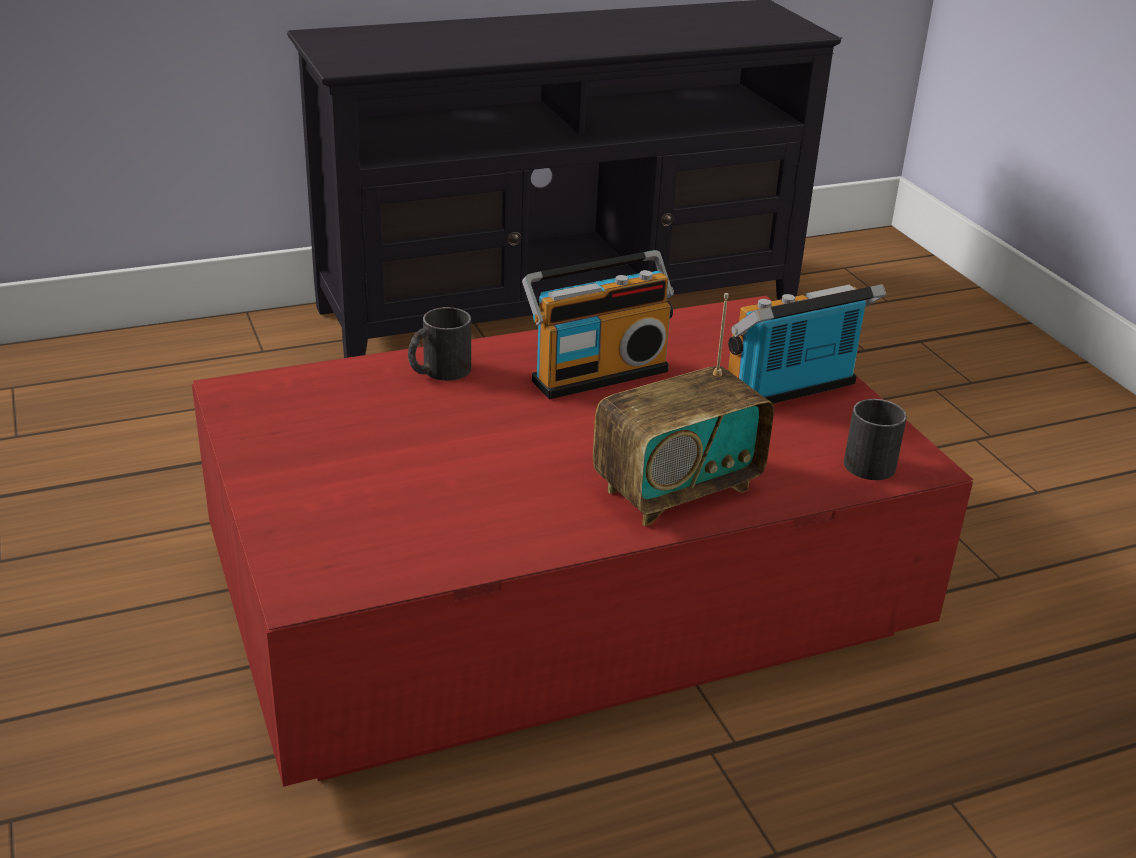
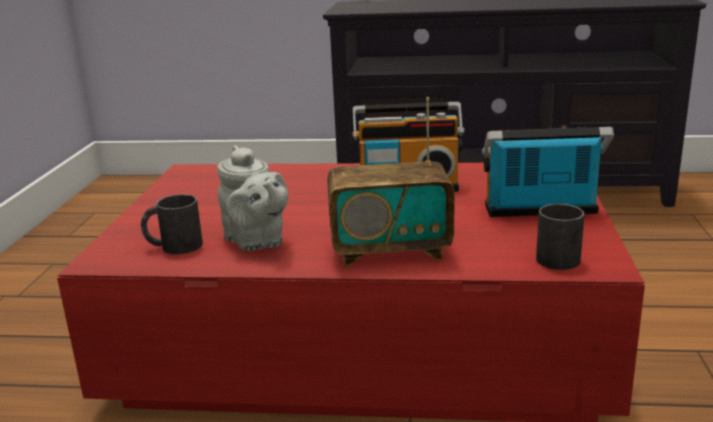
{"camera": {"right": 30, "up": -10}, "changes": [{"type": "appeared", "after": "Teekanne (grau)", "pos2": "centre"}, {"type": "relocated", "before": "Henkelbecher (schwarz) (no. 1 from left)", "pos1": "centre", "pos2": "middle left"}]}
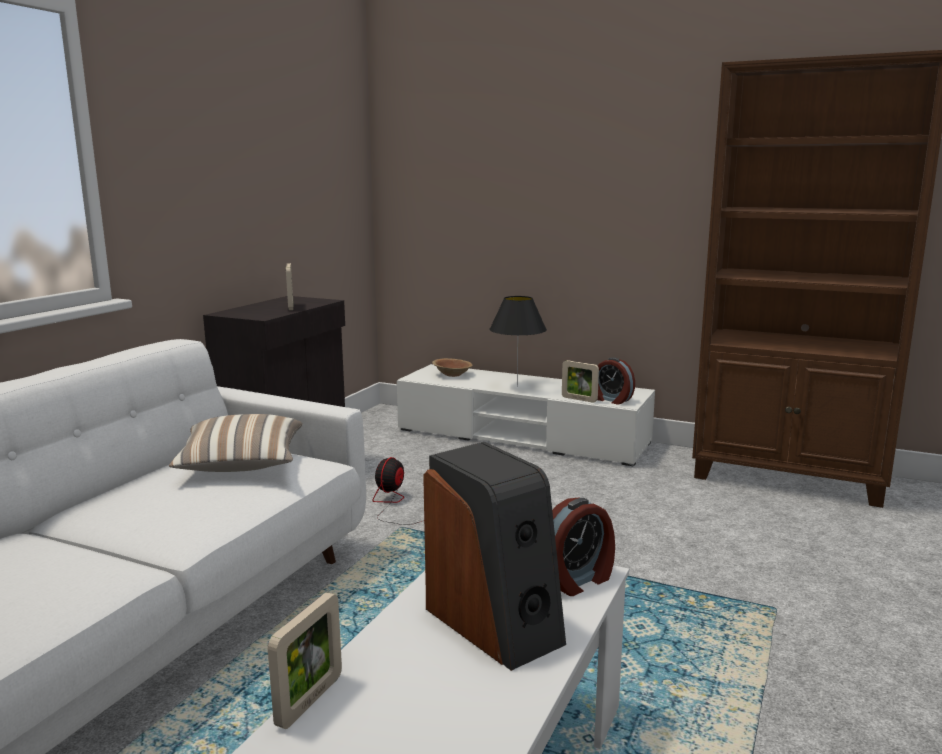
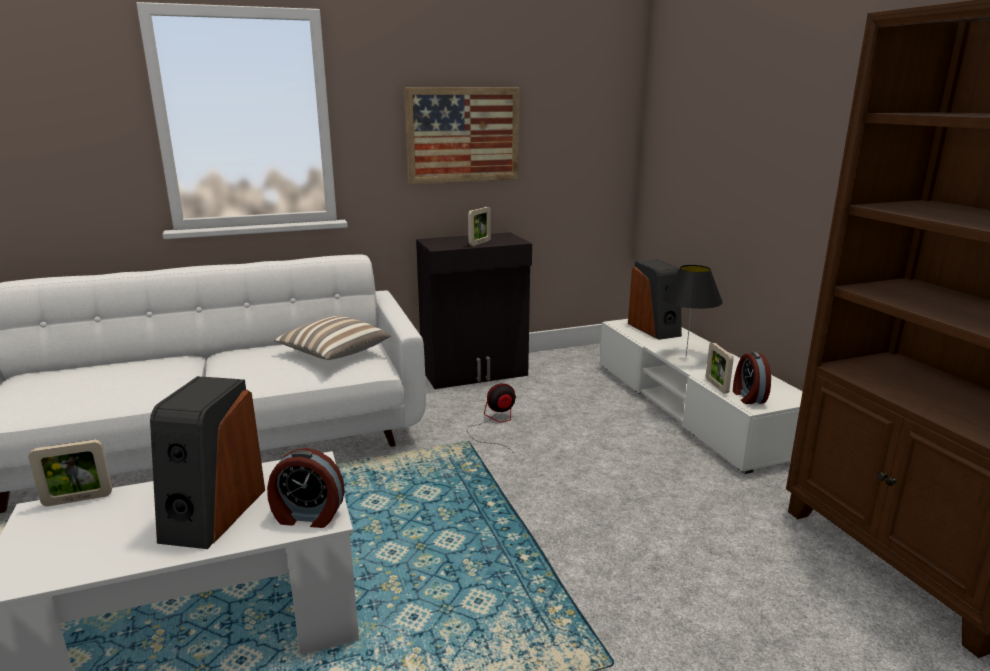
{"camera": {"right": 45, "up": 5}, "changes": [{"type": "appeared", "after": "Bild", "pos2": "top centre"}, {"type": "exchanged", "before": "Schüssel (braun)", "after": "Lautsprecher (no. 2 from left)", "pos1": "centre", "pos2": "centre"}]}
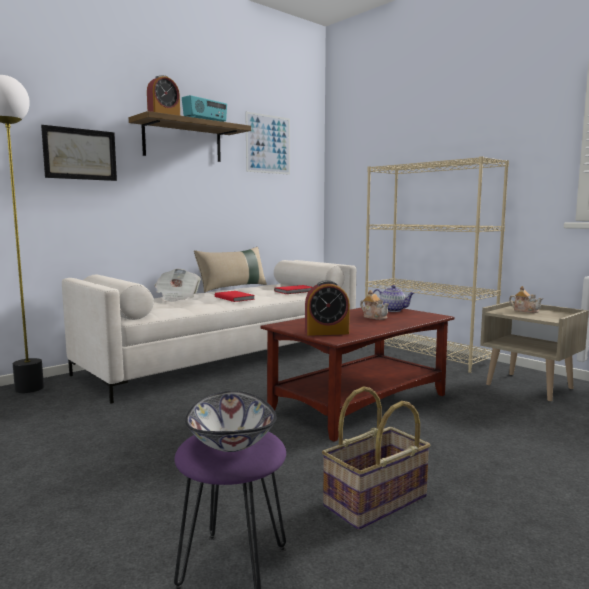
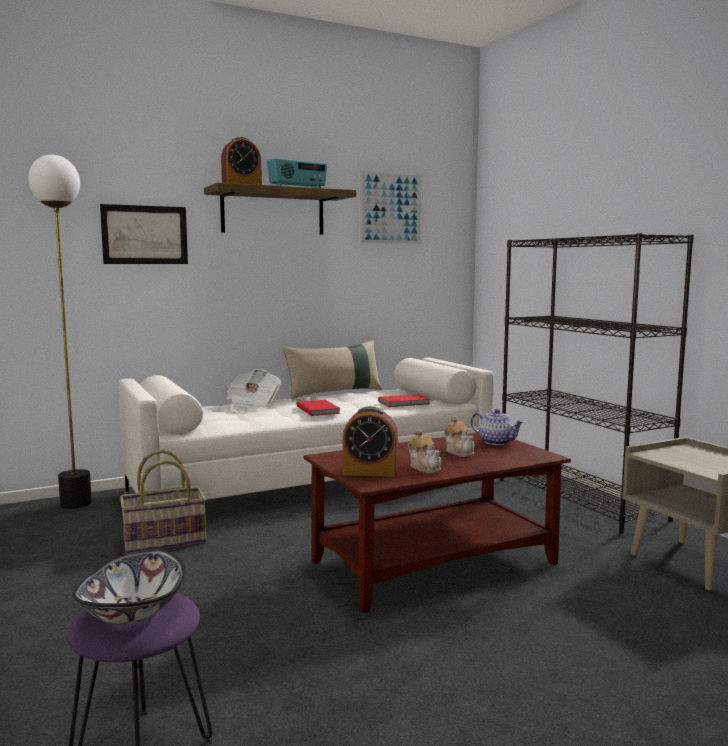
{"camera": {"right": 15, "up": 0}, "changes": [{"type": "relocated", "before": "Korb", "pos1": "bottom centre", "pos2": "bottom left"}, {"type": "relocated", "before": "Teekanne (no. 3 from left in the first image)", "after": "Teekanne (no. 1 from left)", "pos1": "middle right", "pos2": "centre"}, {"type": "colour", "before": "Bücherregal (beige)", "after": "Bücherregal (schwarz)", "pos1": "middle right", "pos2": "middle right"}]}
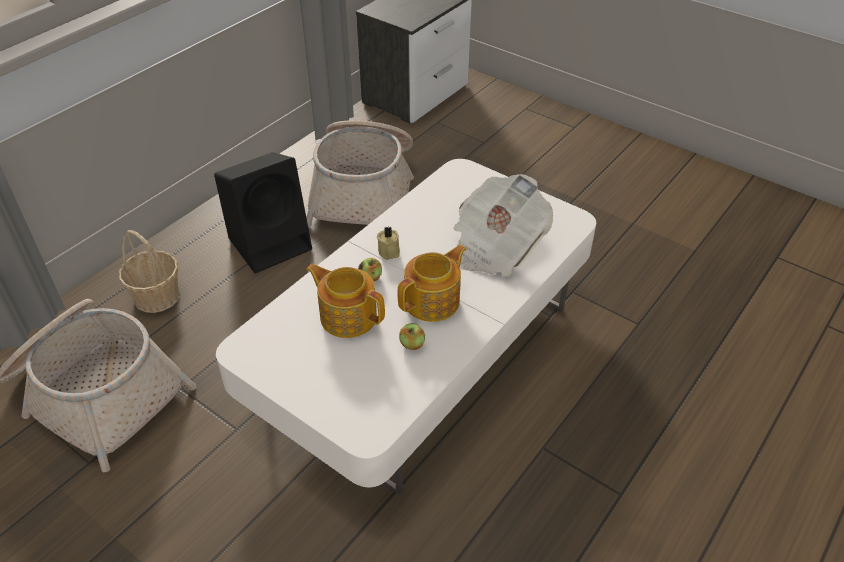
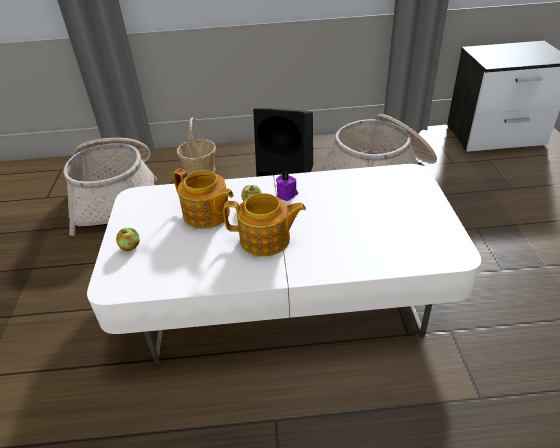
{"camera": {"right": 50, "up": -5}, "changes": [{"type": "missing", "before": "Zeitung", "pos1": "centre"}, {"type": "relocated", "before": "Apfel (no. 2 from left in the first image)", "after": "Apfel (no. 1 from left)", "pos1": "centre", "pos2": "middle left"}, {"type": "colour", "before": "Kerze (beige)", "after": "Kerze (lila)", "pos1": "centre", "pos2": "centre"}, {"type": "spun", "before": "Teekanne (no. 1 from left)", "pos1": "centre", "pos2": "centre", "turn": 135}]}
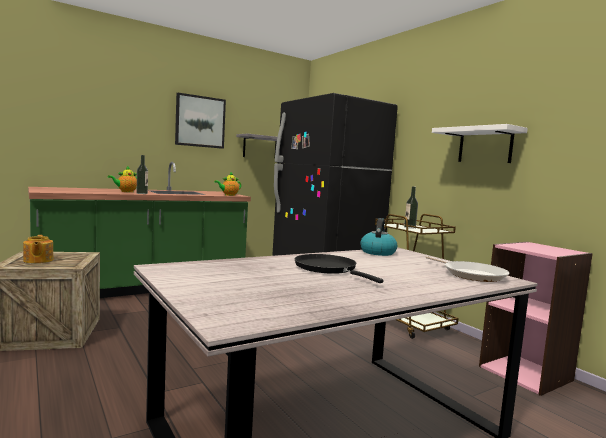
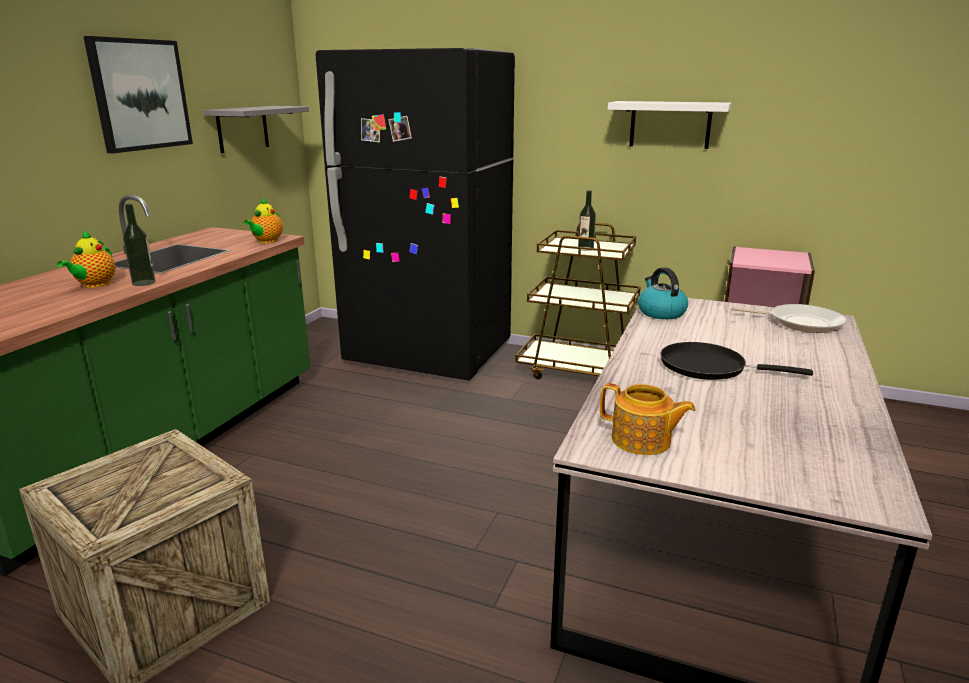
{"camera": {"right": -35, "up": 15}, "changes": [{"type": "relocated", "before": "Teekanne (no. 1 from left in the first image)", "after": "Teekanne (no. 3 from left)", "pos1": "middle left", "pos2": "middle right"}]}
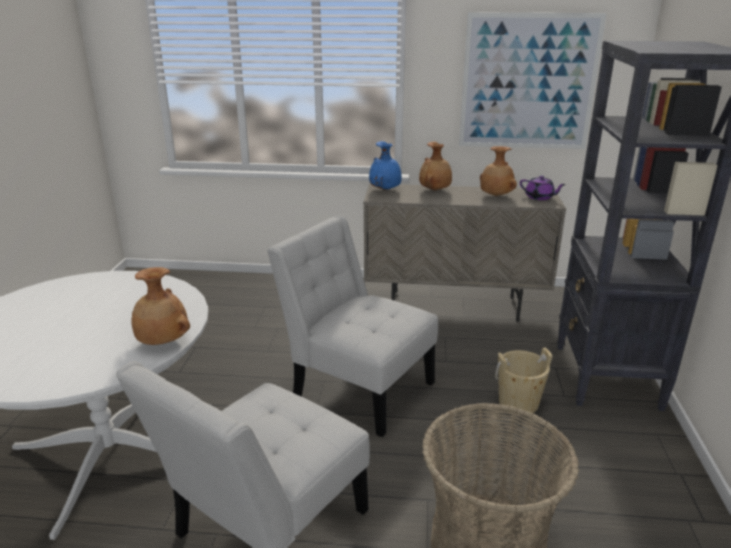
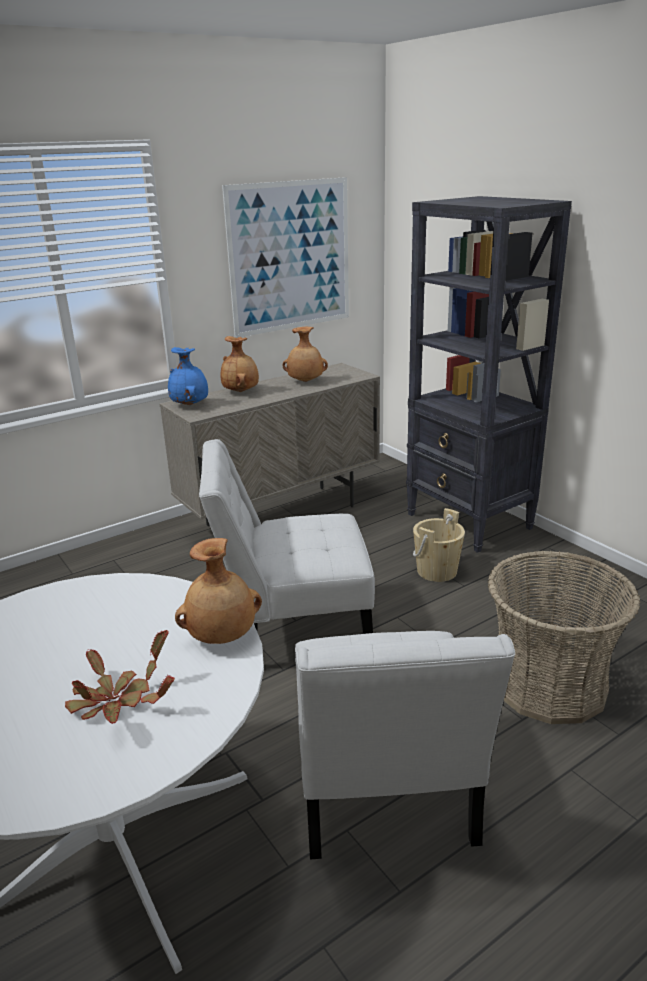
{"camera": {"right": -40, "up": 0}, "changes": [{"type": "missing", "before": "Teekanne (lila)", "pos1": "middle right"}, {"type": "appeared", "after": "Topfpflanze", "pos2": "bottom left"}]}
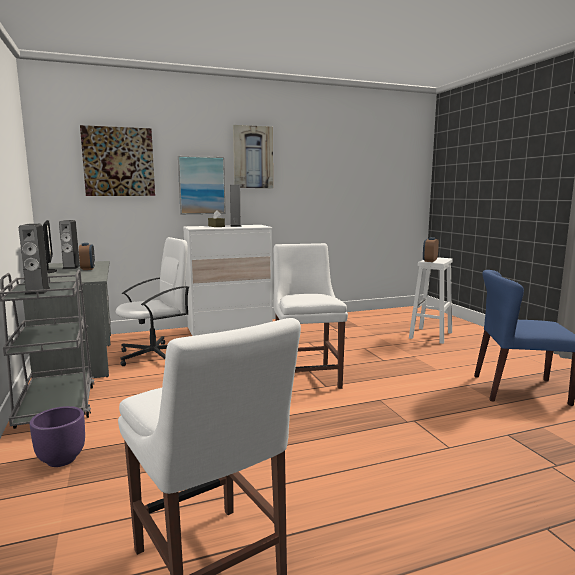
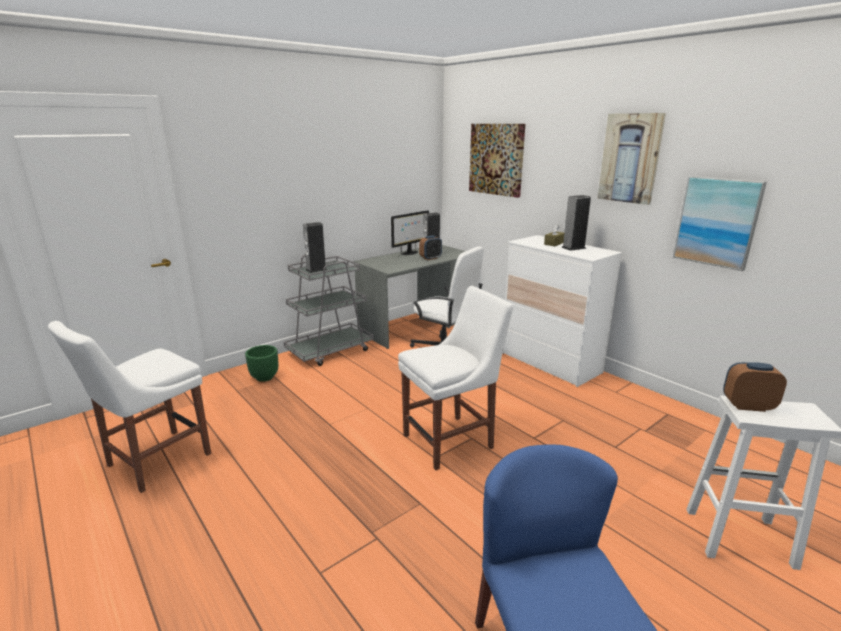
{"camera": {"right": 70, "up": 10}, "changes": [{"type": "relocated", "before": "Bild (no. 2 from left in the first image)", "after": "Bild (no. 3 from left)", "pos1": "top centre", "pos2": "middle right"}, {"type": "colour", "before": "Pflanzkübel (lila)", "after": "Pflanzkübel (grün)", "pos1": "bottom left", "pos2": "middle left"}]}
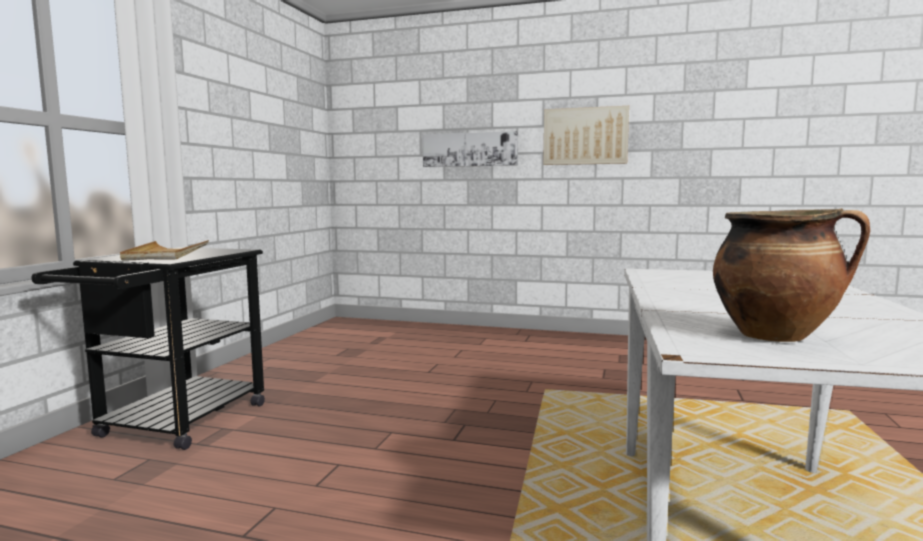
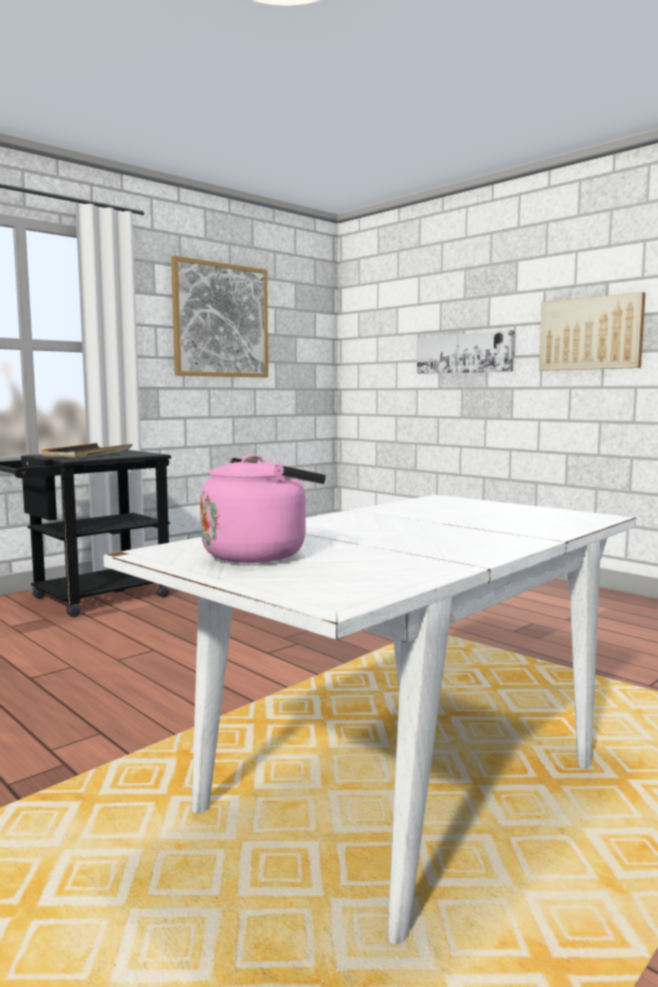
{"camera": {"right": 30, "up": 0}, "changes": [{"type": "appeared", "after": "Bild (no. 1 from left)", "pos2": "top left"}, {"type": "exchanged", "before": "Kochtopf", "after": "Wasserkessel (rosa)", "pos1": "middle right", "pos2": "centre"}, {"type": "colour", "before": "Tablett (beige)", "after": "Tablett (schwarz)", "pos1": "middle left", "pos2": "middle left"}]}
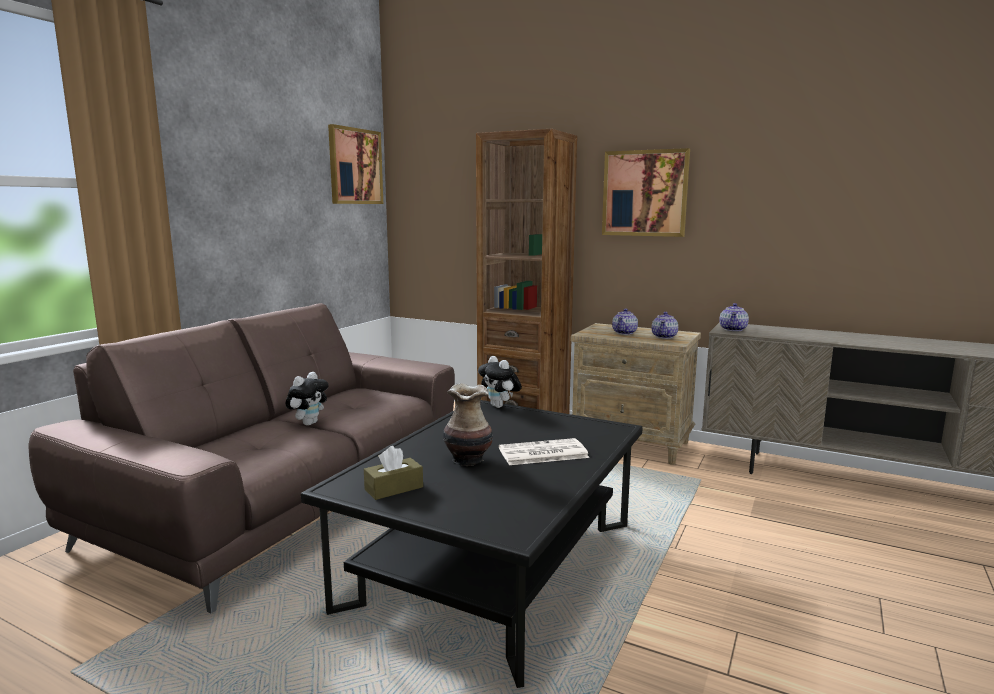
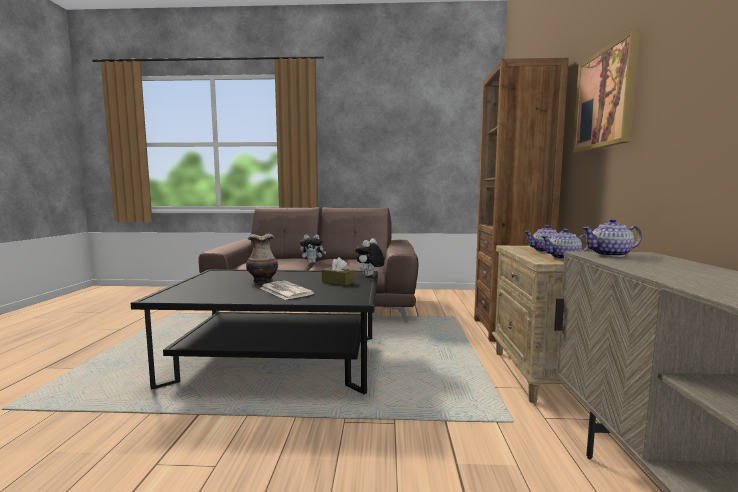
{"camera": {"right": 65, "up": -5}, "changes": [{"type": "missing", "before": "Bild (no. 1 from left)", "pos1": "top centre"}, {"type": "relocated", "before": "Taschentuchbox (braun)", "pos1": "bottom centre", "pos2": "centre"}]}
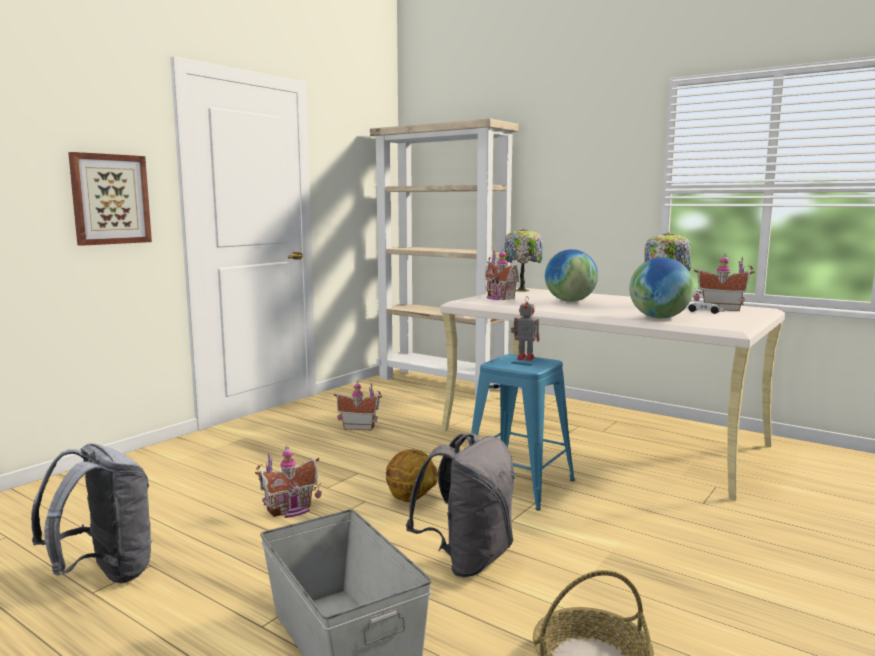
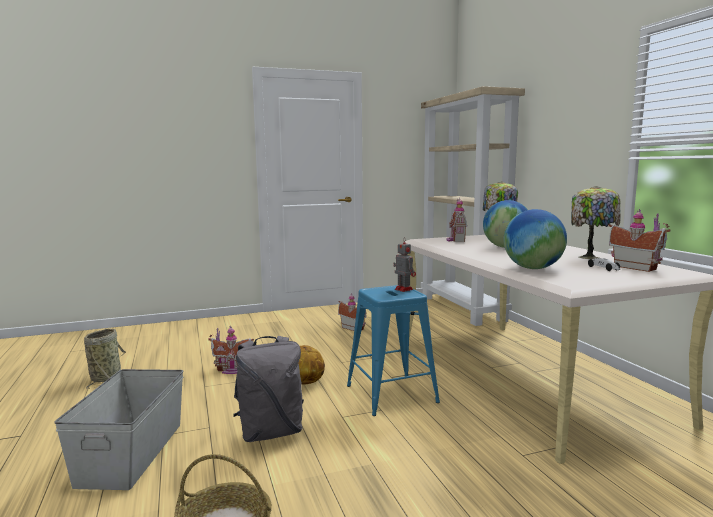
{"camera": {"right": 35, "up": 0}, "changes": [{"type": "missing", "before": "Bild", "pos1": "top left"}, {"type": "exchanged", "before": "Rucksack (grau) (no. 1 from left)", "after": "Korb (no. 1 from left)", "pos1": "bottom left", "pos2": "bottom left"}]}
